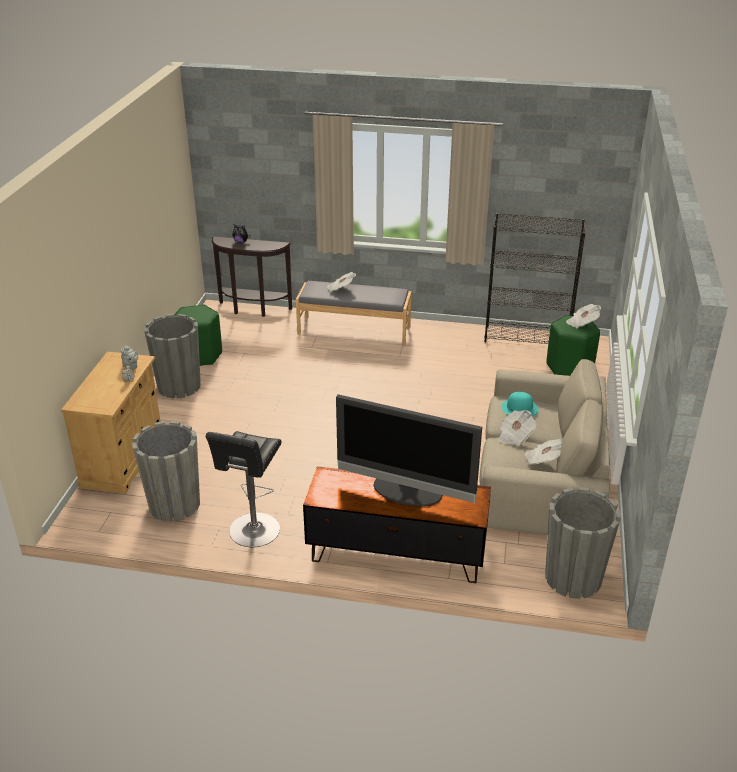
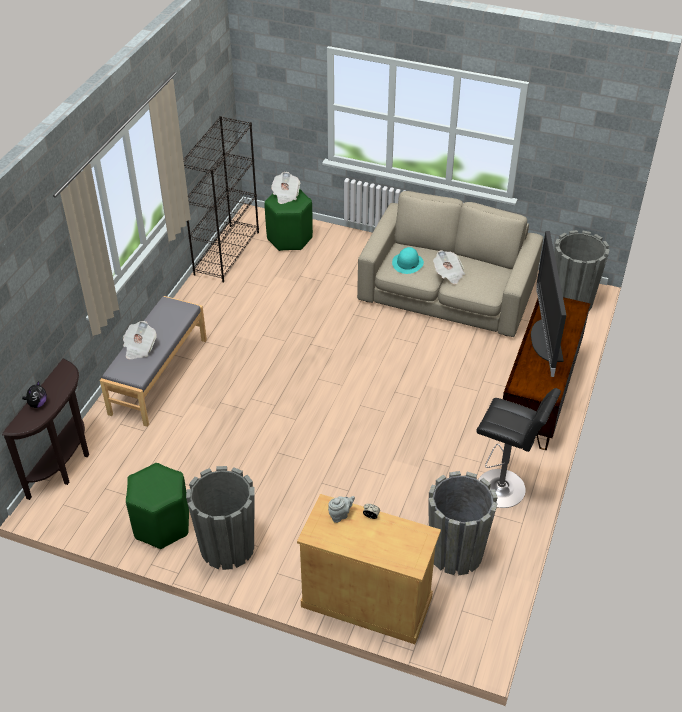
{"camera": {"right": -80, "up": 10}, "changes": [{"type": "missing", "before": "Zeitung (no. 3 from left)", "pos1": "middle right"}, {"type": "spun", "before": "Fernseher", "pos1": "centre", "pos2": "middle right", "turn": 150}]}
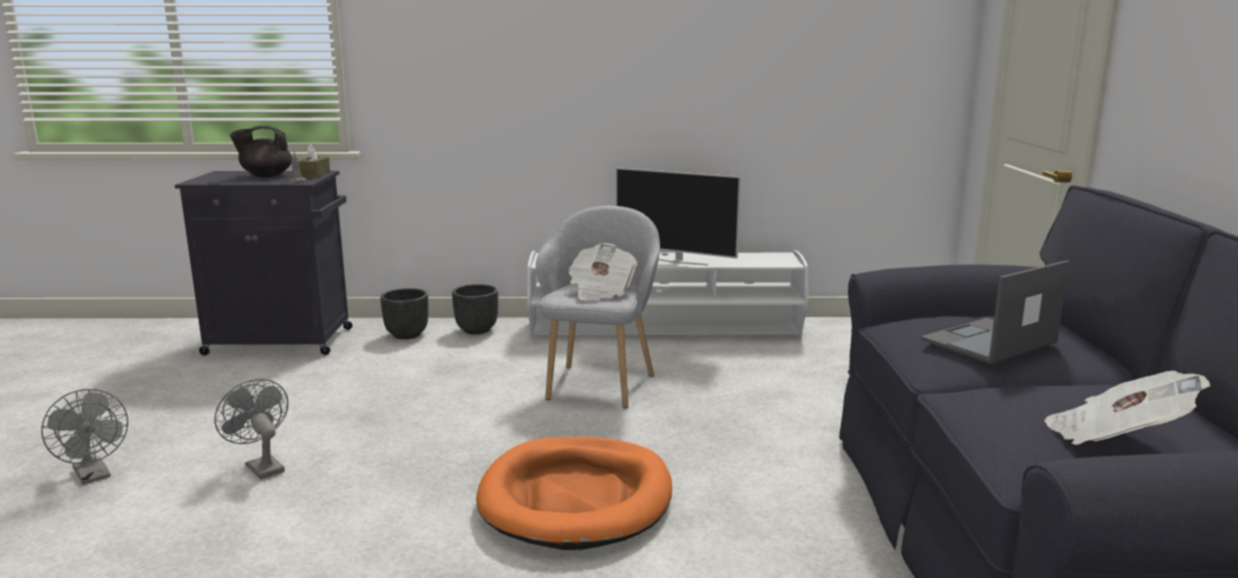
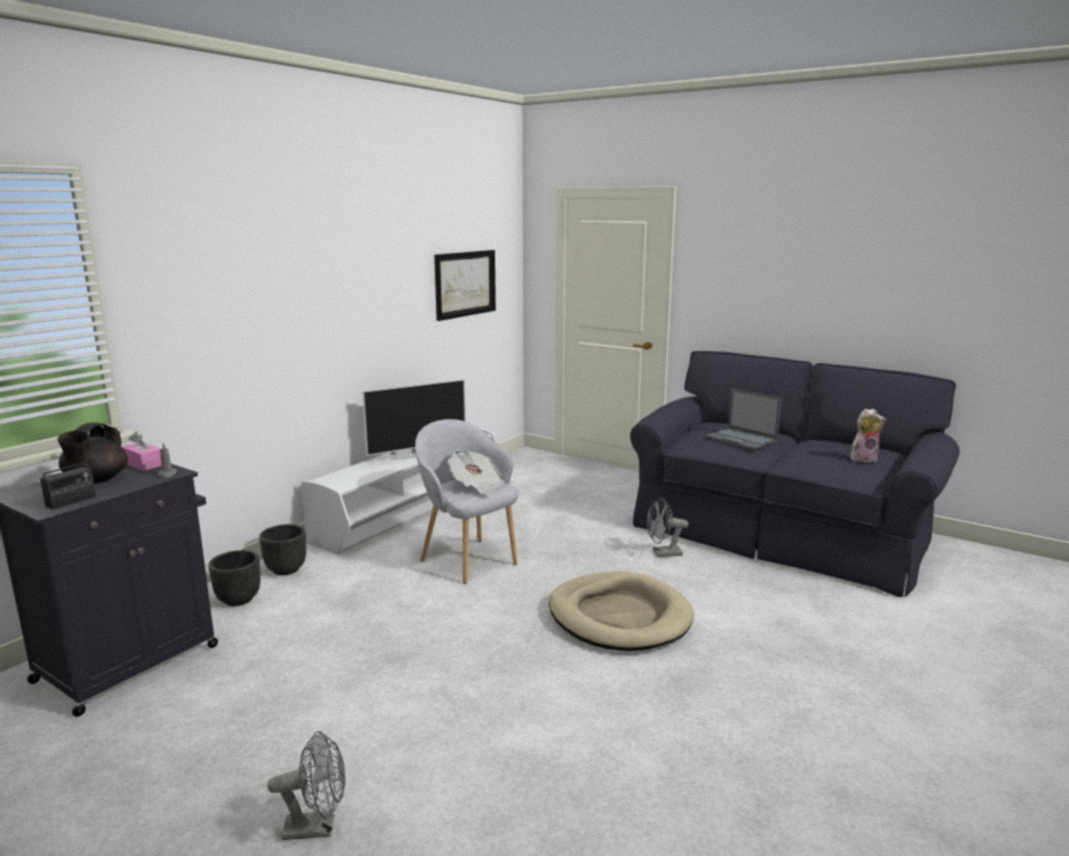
{"camera": {"right": -55, "up": 0}, "changes": [{"type": "appeared", "after": "Radio", "pos2": "middle left"}, {"type": "appeared", "after": "Bild", "pos2": "top centre"}, {"type": "relocated", "before": "Ventilator (grau) (no. 2 from left)", "pos1": "bottom left", "pos2": "centre"}, {"type": "exchanged", "before": "Zeitung (no. 2 from left)", "after": "Plüschtier", "pos1": "bottom right", "pos2": "middle right"}, {"type": "colour", "before": "Taschentuchbox (braun)", "after": "Taschentuchbox (rosa)", "pos1": "top left", "pos2": "middle left"}, {"type": "colour", "before": "Hundebett (orange)", "after": "Hundebett (beige)", "pos1": "bottom centre", "pos2": "bottom centre"}, {"type": "spun", "before": "Laptop", "pos1": "middle right", "pos2": "middle right", "turn": -45}]}
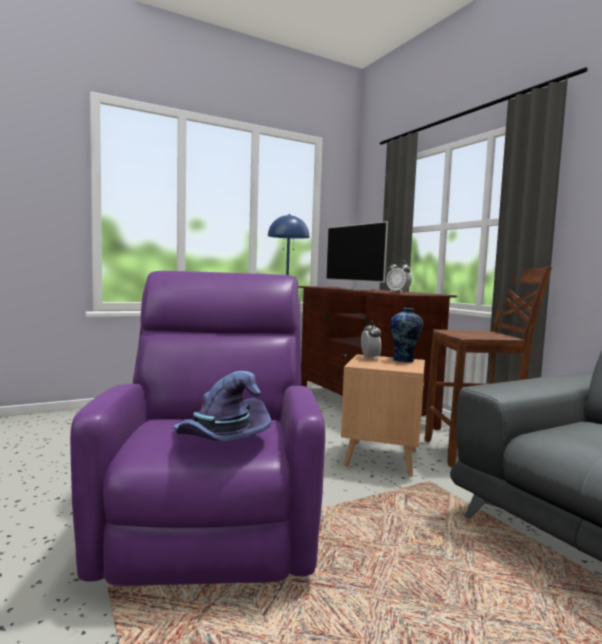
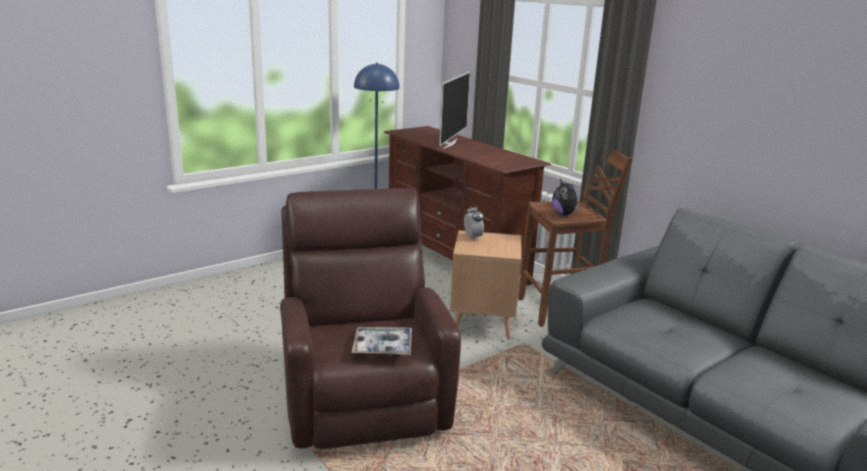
{"camera": {"right": -10, "up": 15}, "changes": [{"type": "missing", "before": "Wecker (no. 2 from left)", "pos1": "centre"}, {"type": "missing", "before": "Vase", "pos1": "middle right"}, {"type": "appeared", "after": "Plüschtier", "pos2": "centre"}, {"type": "exchanged", "before": "Hut (lila)", "after": "Tablett", "pos1": "centre", "pos2": "bottom centre"}, {"type": "colour", "before": "Sessel (lila)", "after": "Sessel (braun)", "pos1": "middle left", "pos2": "bottom centre"}, {"type": "spun", "before": "Fernseher", "pos1": "centre", "pos2": "top centre", "turn": -120}]}
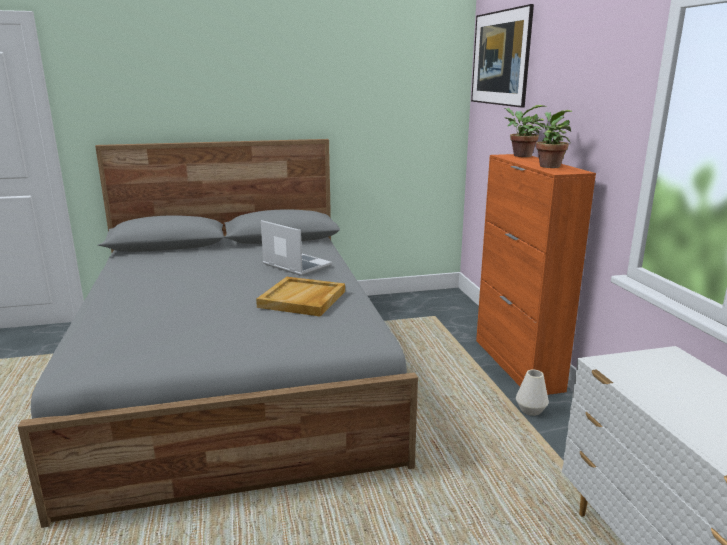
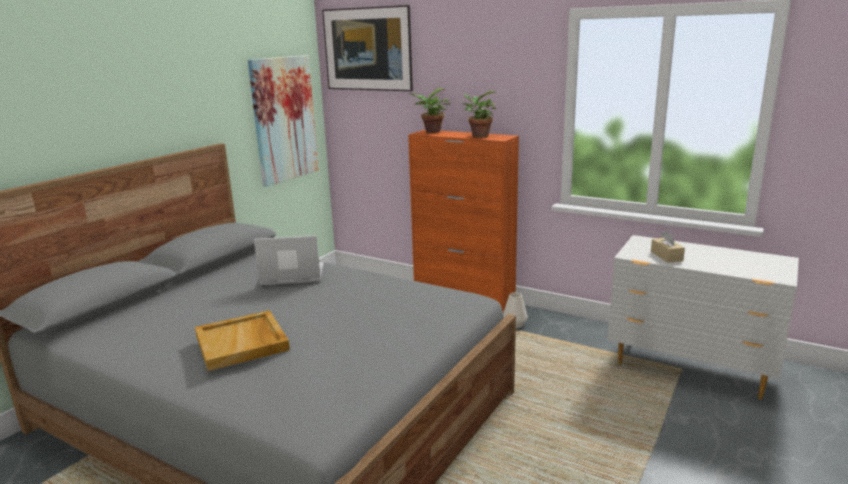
{"camera": {"right": -45, "up": 0}, "changes": [{"type": "appeared", "after": "Bild (no. 1 from left)", "pos2": "top centre"}, {"type": "appeared", "after": "Taschentuchbox (beige)", "pos2": "middle right"}, {"type": "relocated", "before": "Tablett (beige)", "pos1": "centre", "pos2": "bottom left"}]}
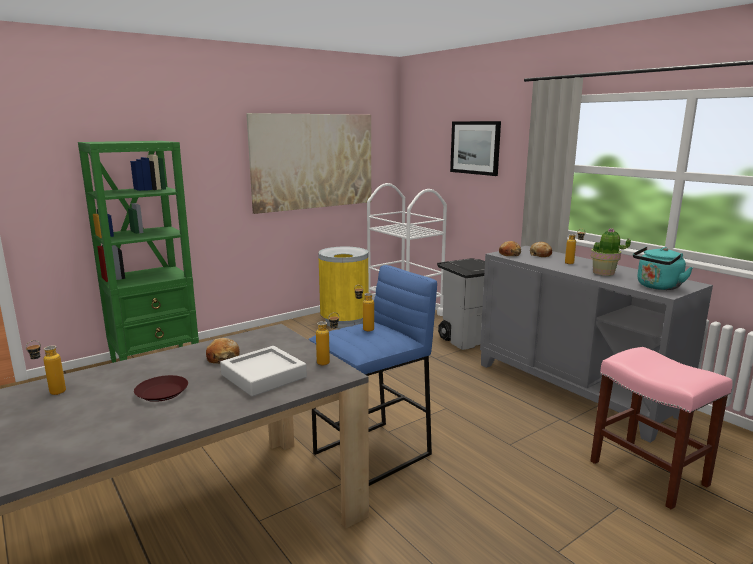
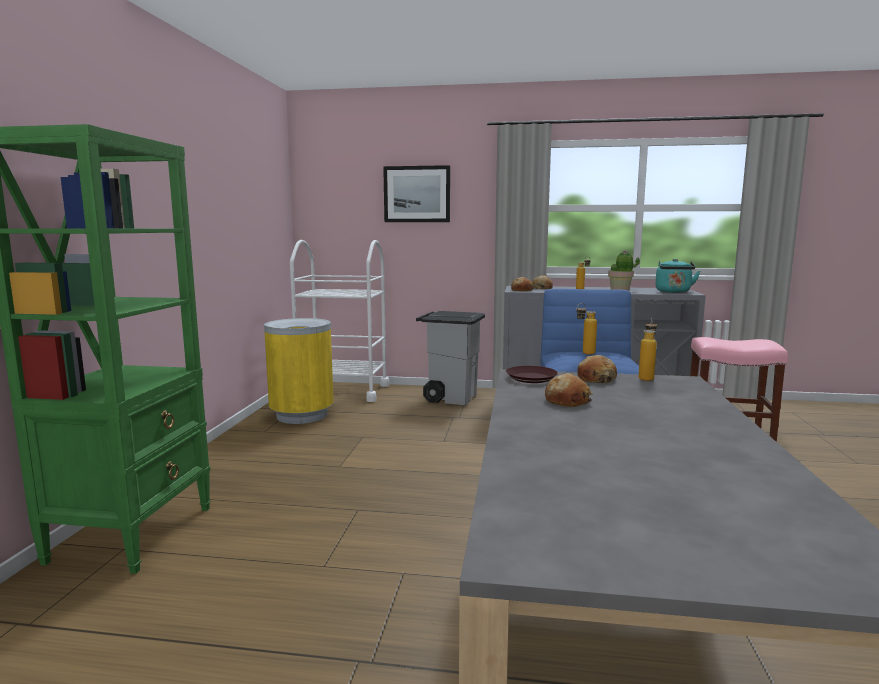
{"camera": {"right": -45, "up": -5}, "changes": [{"type": "missing", "before": "Flasche (no. 1 from left)", "pos1": "middle left"}, {"type": "missing", "before": "Tablett (grau)", "pos1": "centre"}, {"type": "missing", "before": "Bild (no. 1 from left)", "pos1": "top centre"}, {"type": "appeared", "after": "Brot (no. 4 from left)", "pos2": "middle right"}, {"type": "relocated", "before": "Teller (braun)", "pos1": "bottom left", "pos2": "centre"}]}
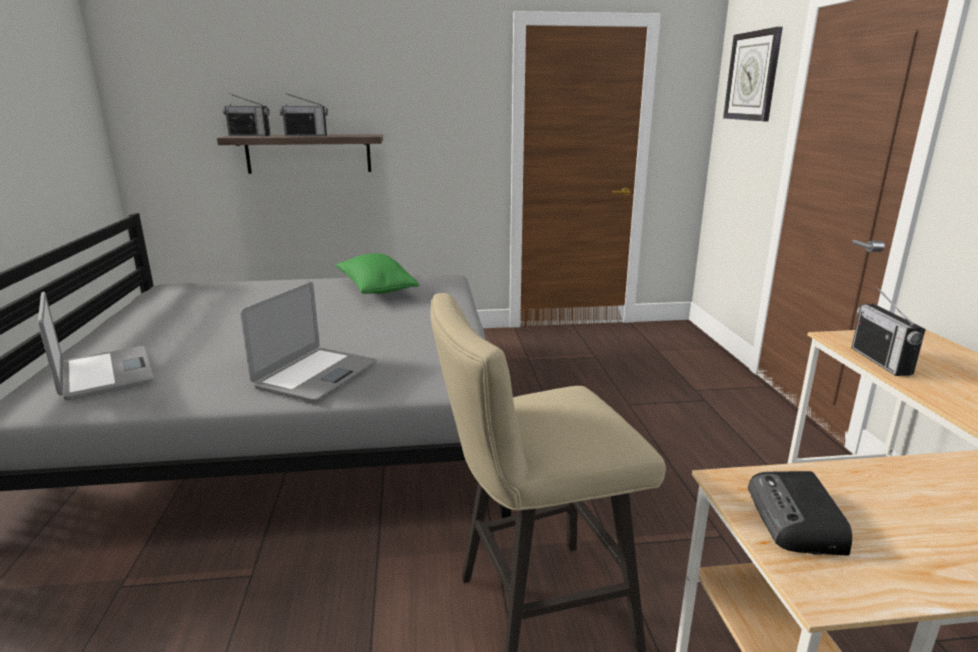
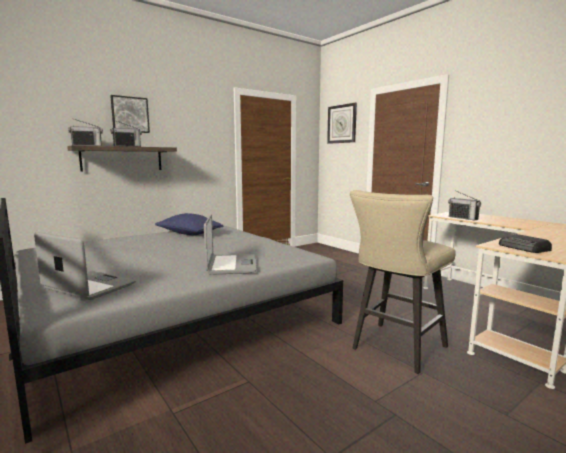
{"camera": {"right": -30, "up": -10}, "changes": [{"type": "appeared", "after": "Bild", "pos2": "top left"}, {"type": "colour", "before": "Kissen (grün)", "after": "Kissen (blau)", "pos1": "centre", "pos2": "centre"}]}
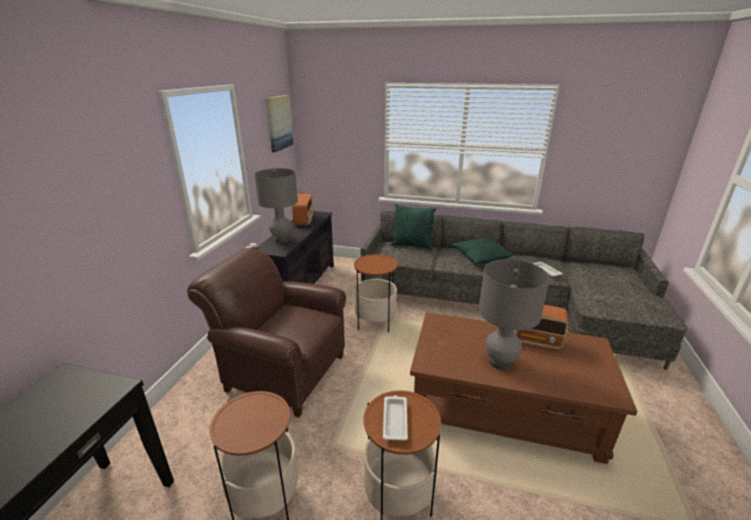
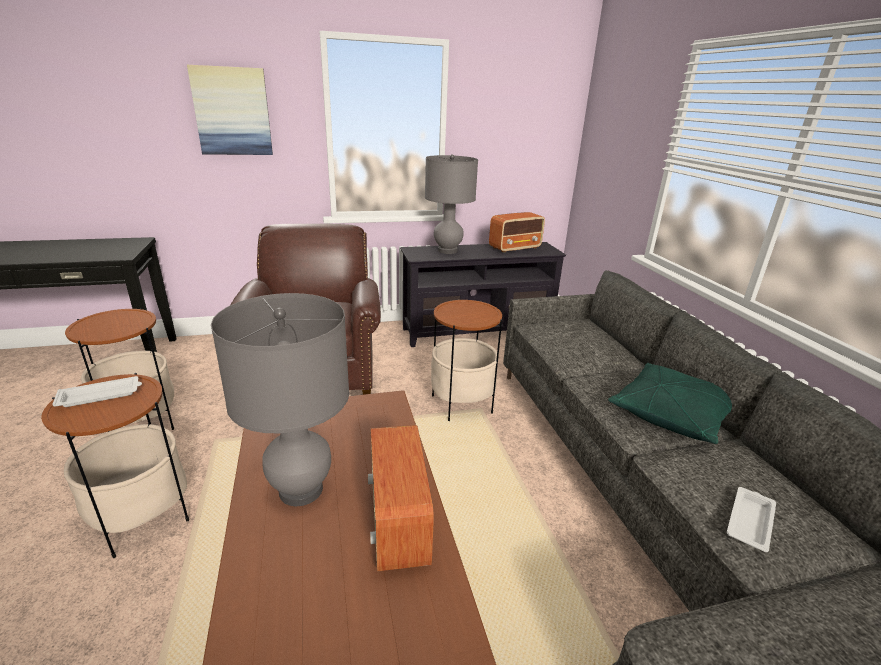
{"camera": {"right": 60, "up": 0}, "changes": [{"type": "missing", "before": "Kissen (grün) (no. 1 from left)", "pos1": "centre"}, {"type": "relocated", "before": "Bild", "pos1": "top centre", "pos2": "top left"}]}
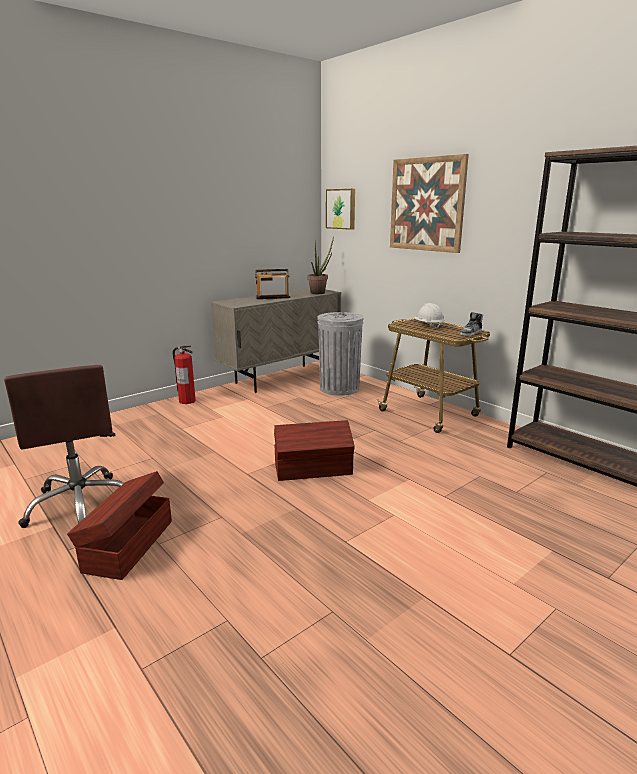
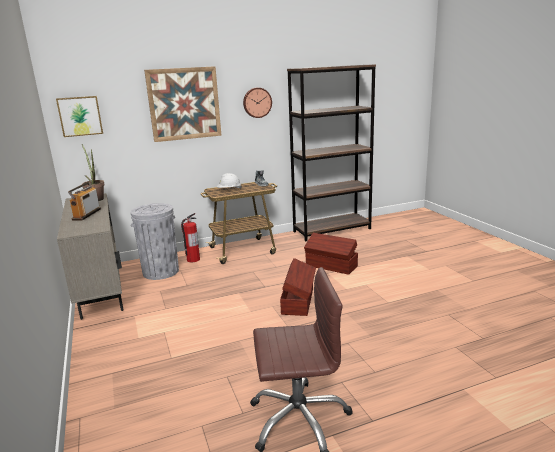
{"camera": {"right": -70, "up": 0}, "changes": [{"type": "appeared", "after": "Wanduhr", "pos2": "top centre"}, {"type": "relocated", "before": "Aufbewahrungsbox (braun) (no. 1 from left in the first image)", "after": "Aufbewahrungsbox (braun) (no. 2 from left)", "pos1": "bottom left", "pos2": "centre"}, {"type": "relocated", "before": "Feuerlöscher", "pos1": "middle left", "pos2": "centre"}]}
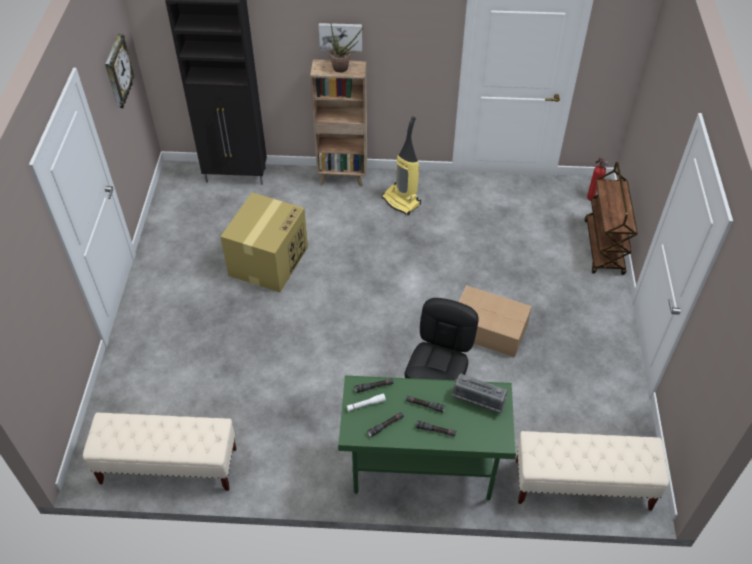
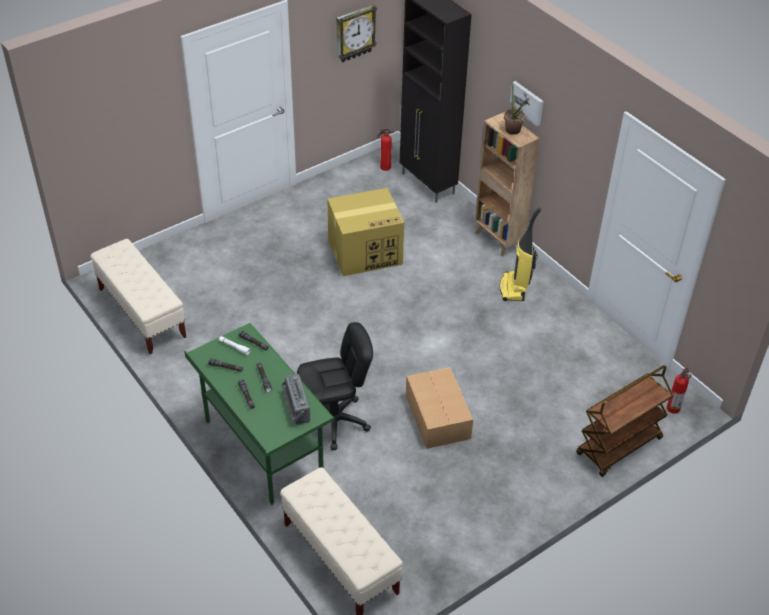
{"camera": {"right": 50, "up": -5}, "changes": [{"type": "appeared", "after": "Feuerlöscher (no. 1 from left)", "pos2": "top centre"}]}
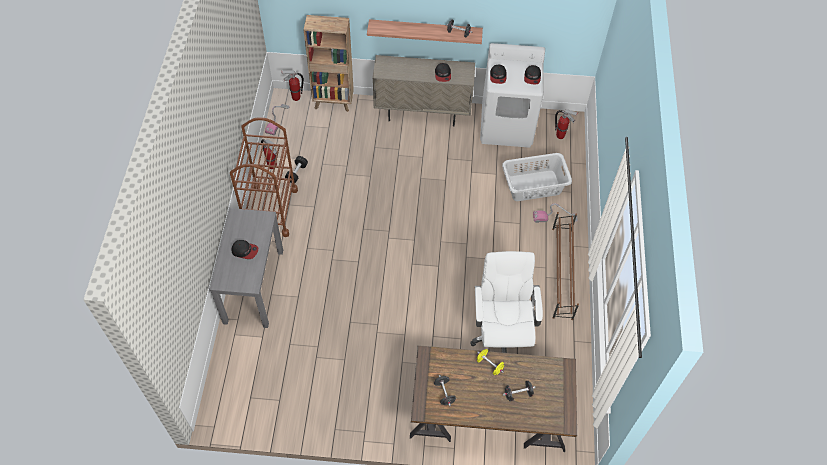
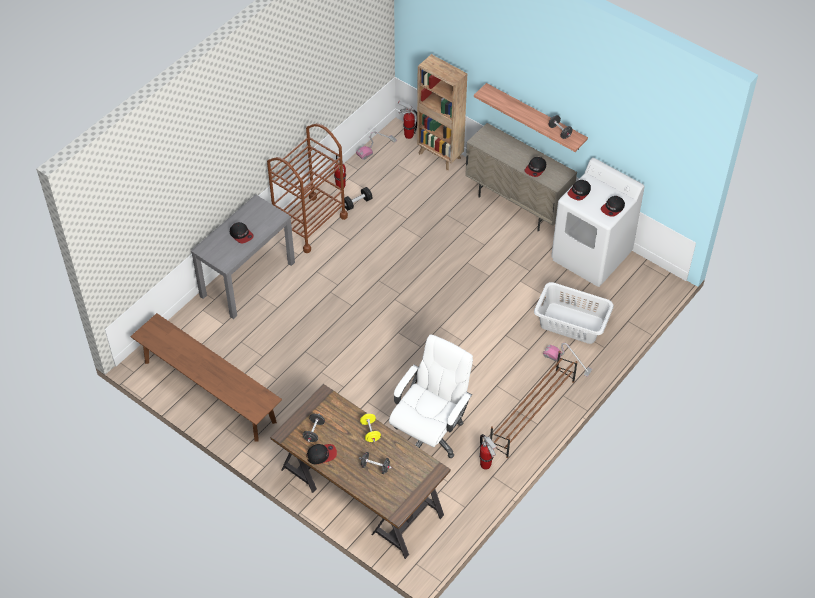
{"camera": {"right": 35, "up": -5}, "changes": [{"type": "appeared", "after": "Bank (braun)", "pos2": "middle left"}, {"type": "appeared", "after": "Kappe (no. 2 from left)", "pos2": "bottom centre"}, {"type": "relocated", "before": "Feuerlöscher (no. 3 from left)", "pos1": "top right", "pos2": "bottom centre"}]}
